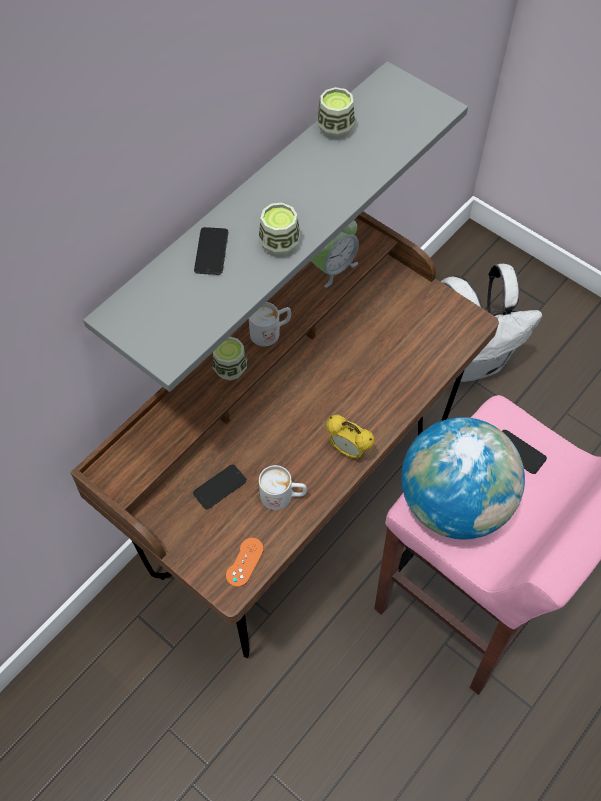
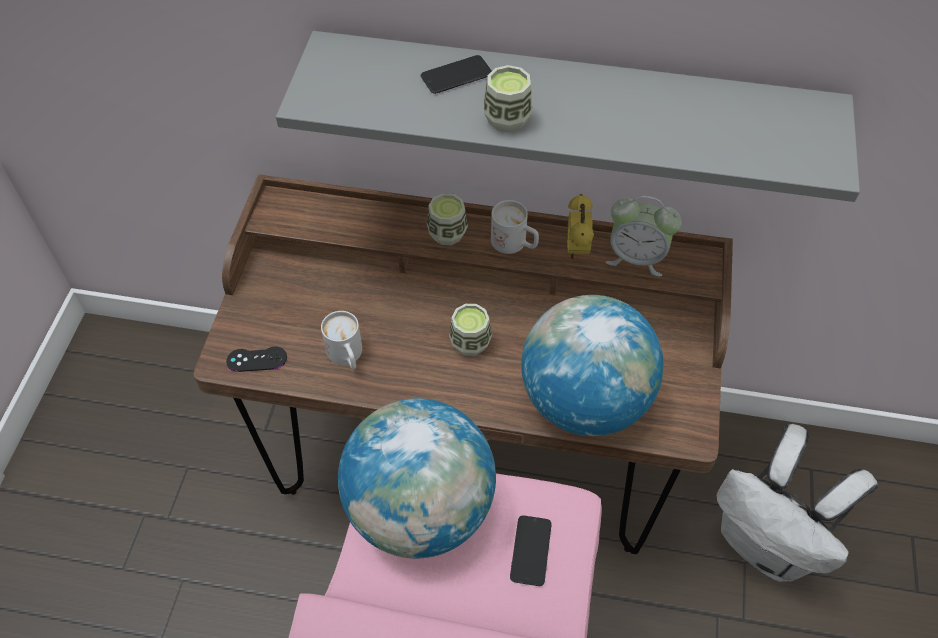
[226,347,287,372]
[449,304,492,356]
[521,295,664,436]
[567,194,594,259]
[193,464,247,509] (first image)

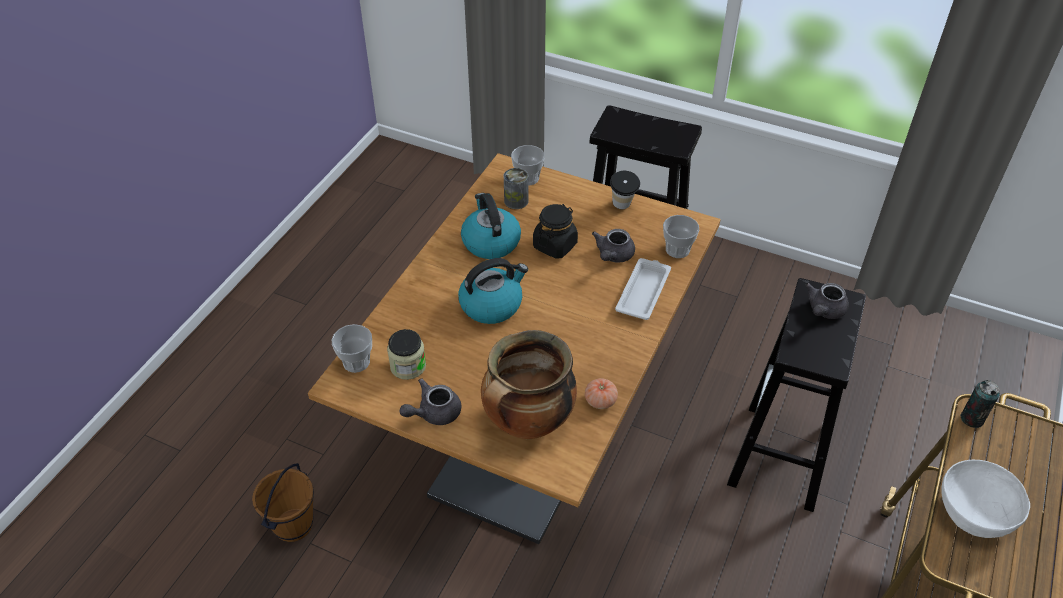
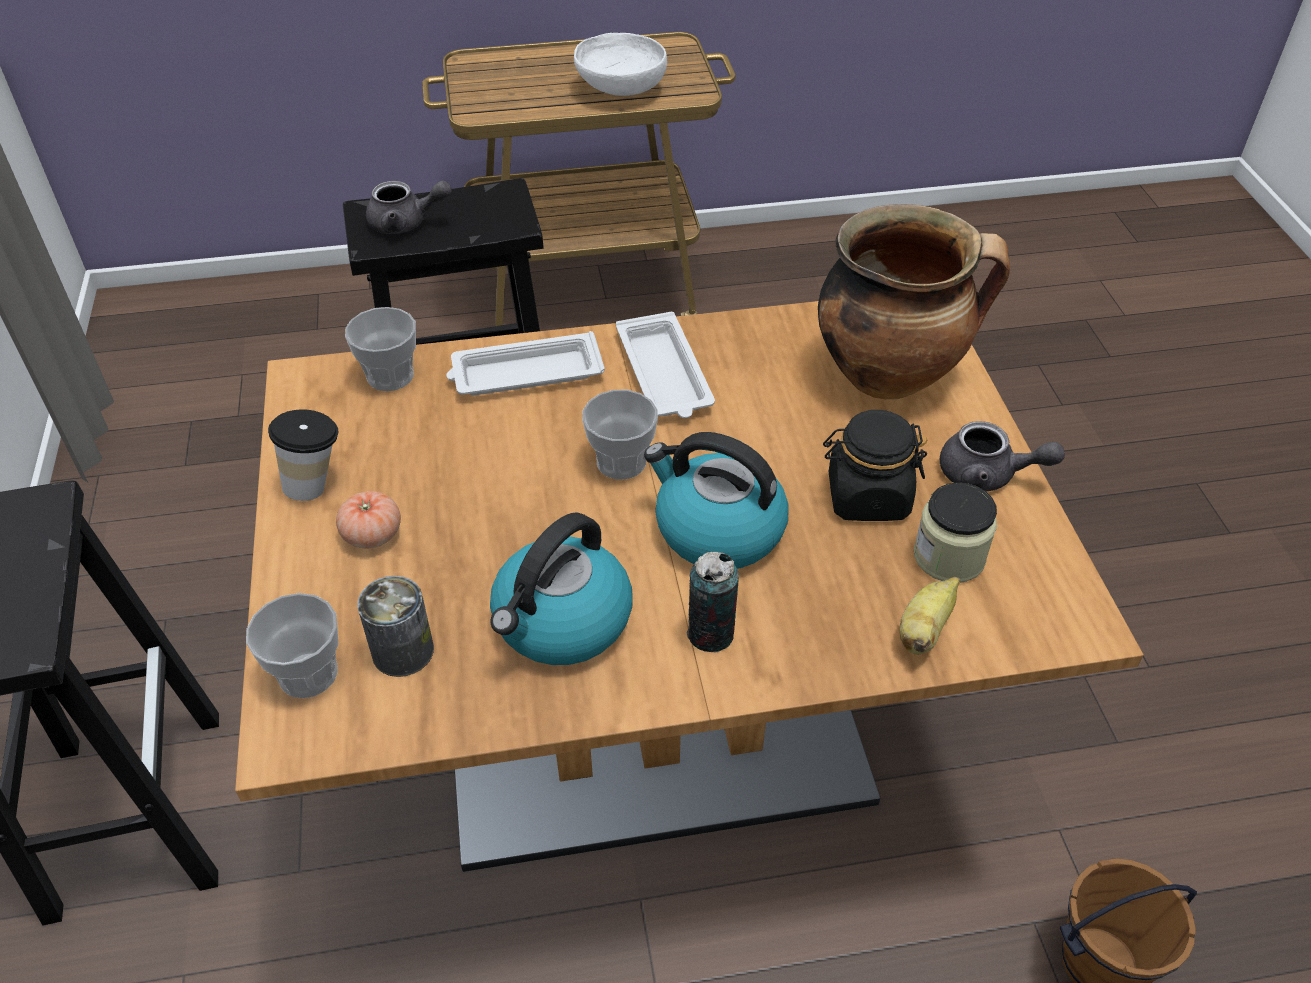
[336,491,401,548]
[582,390,658,480]
[616,312,715,418]
[687,552,739,652]
[823,410,927,521]
[899,577,960,655]
[592,229,635,263] (first image)

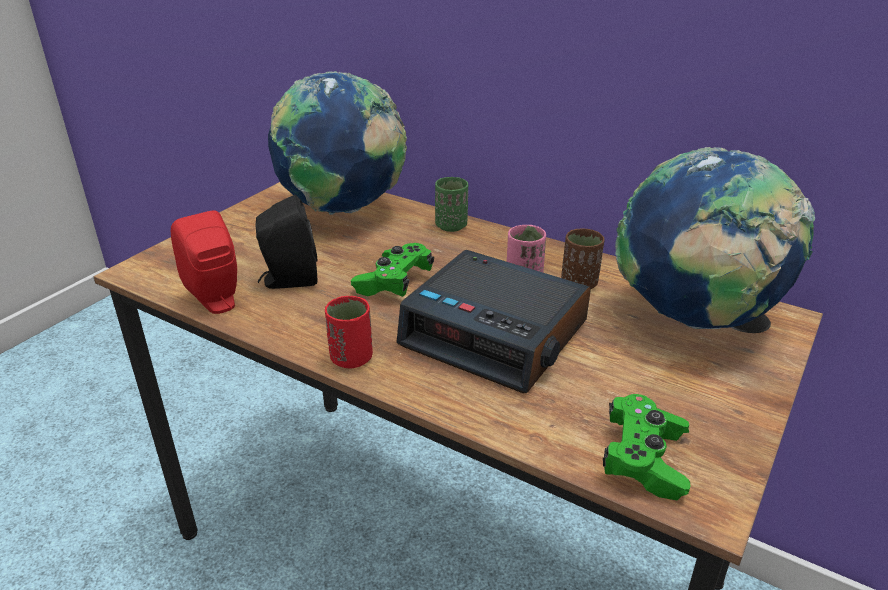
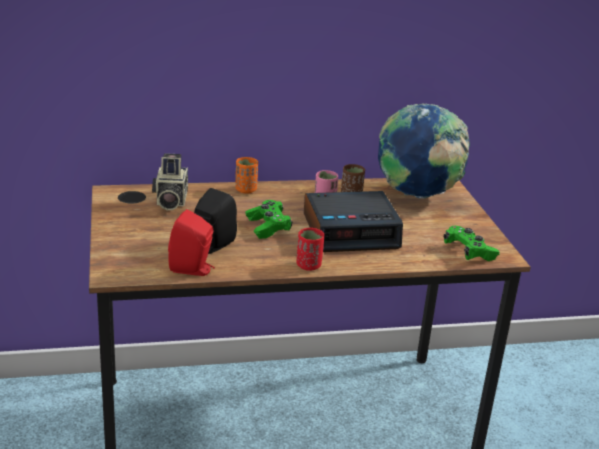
[152,153,188,210]
[235,157,258,194]

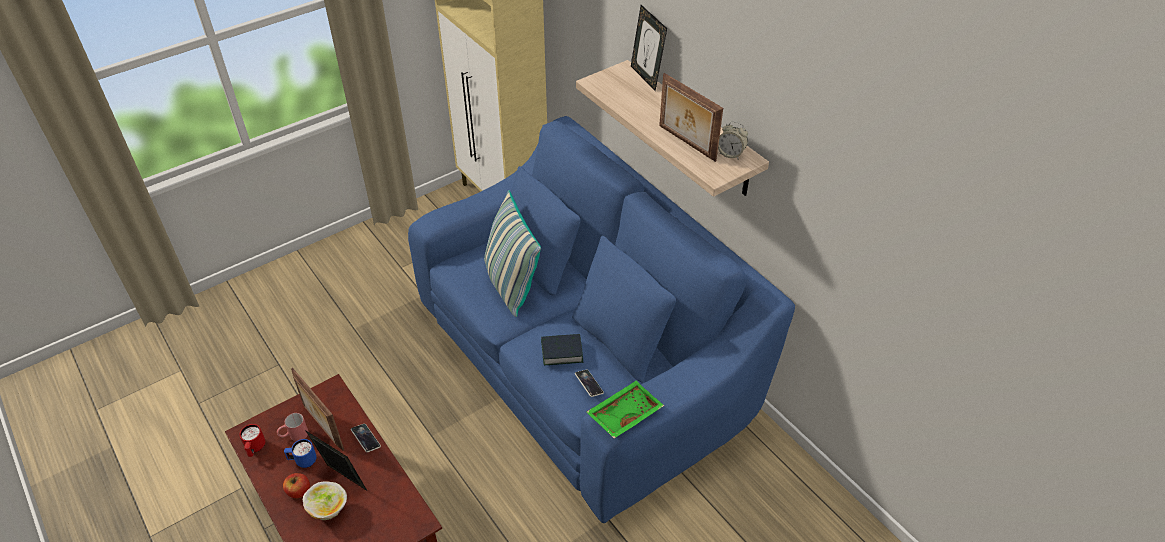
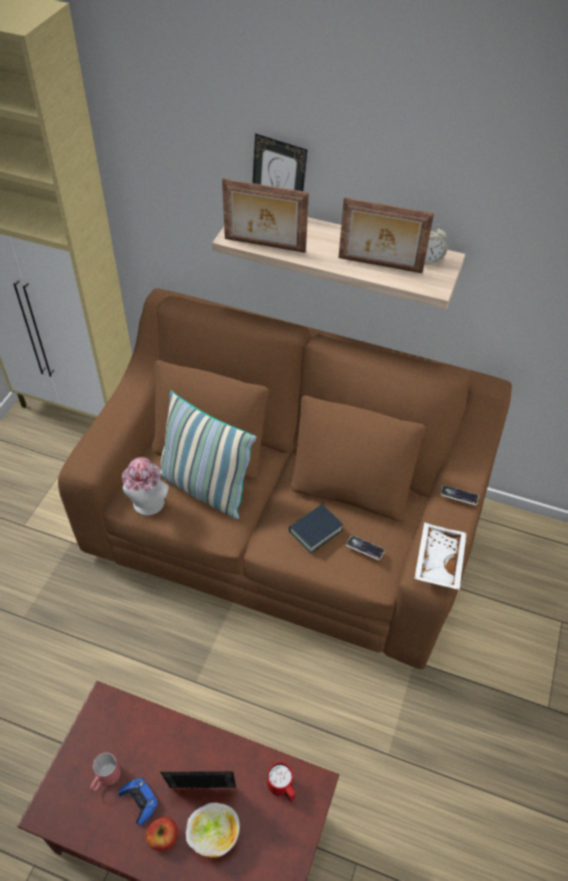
[58,289,512,669]
[118,778,159,825]
[122,457,169,515]
[222,179,309,253]
[267,762,295,802]
[414,522,466,590]
[441,485,479,505]

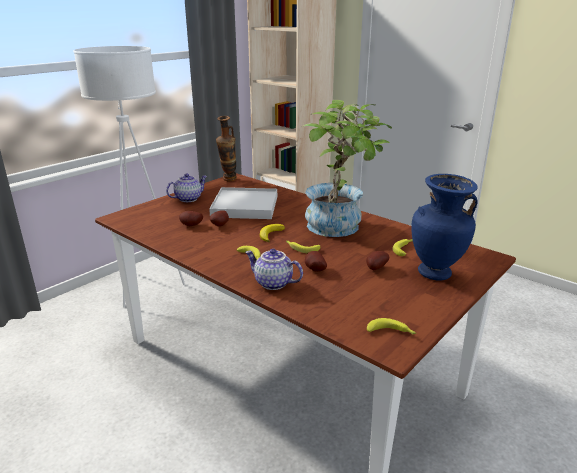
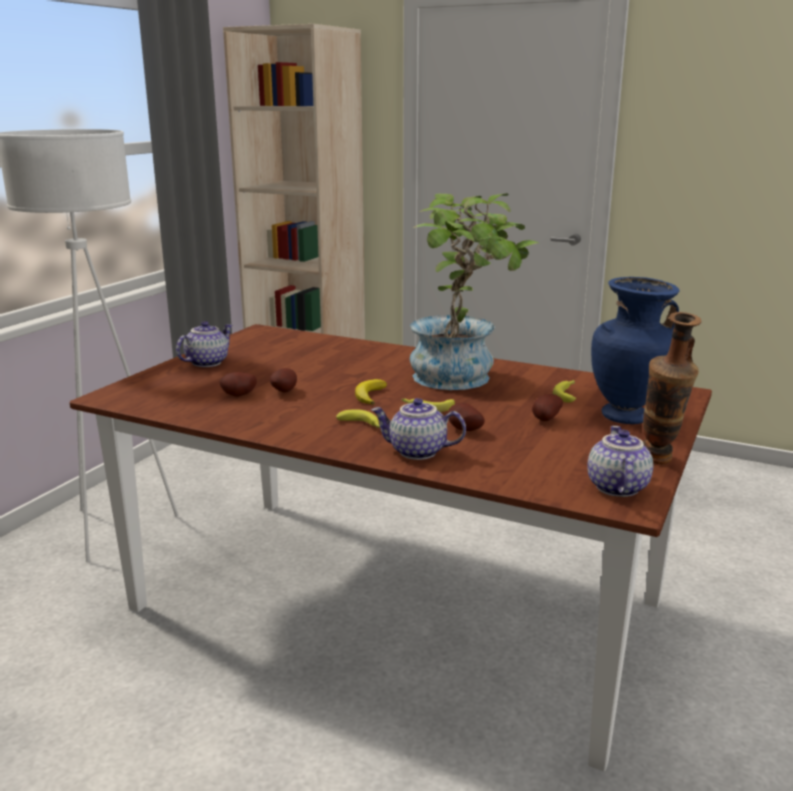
[588,426,653,497]
[643,312,701,464]
[209,187,277,219] (first image)

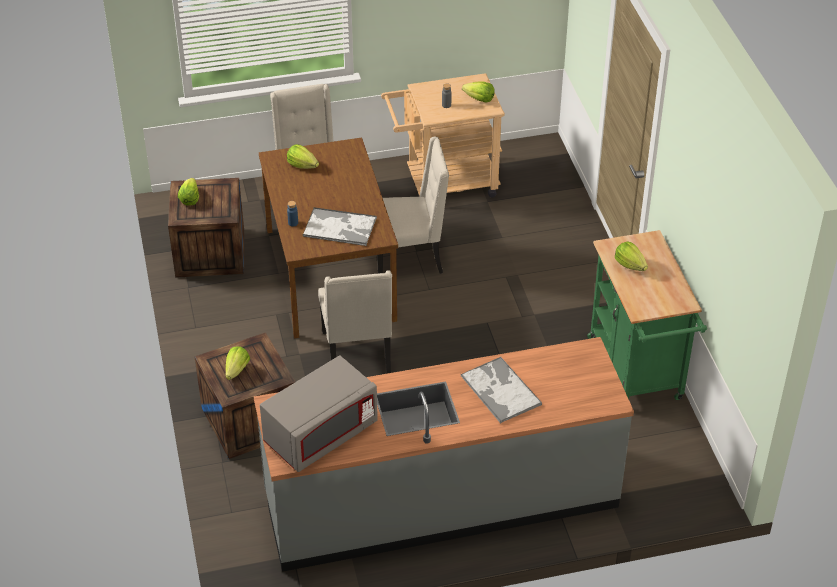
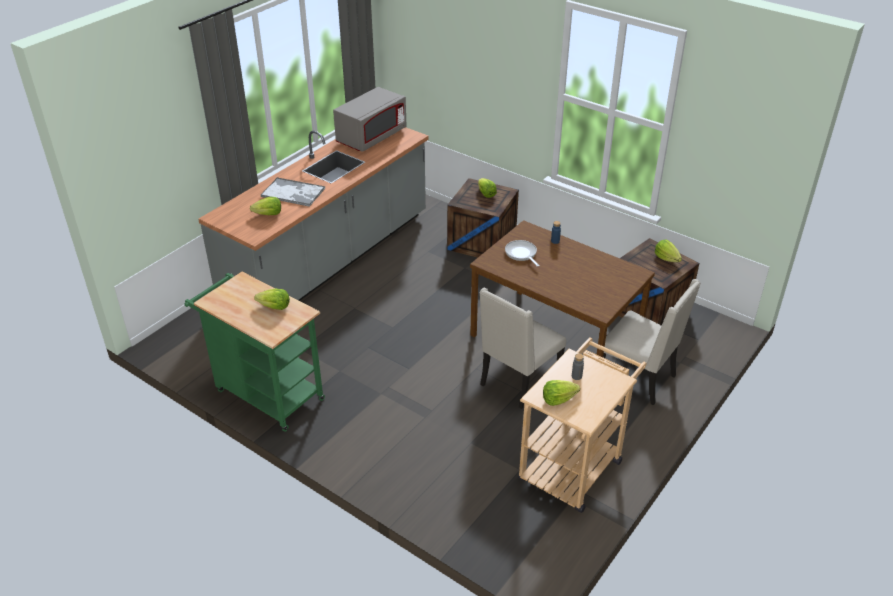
[250,197,281,215]
[333,87,407,152]
[505,240,539,267]
[318,270,392,374] (first image)

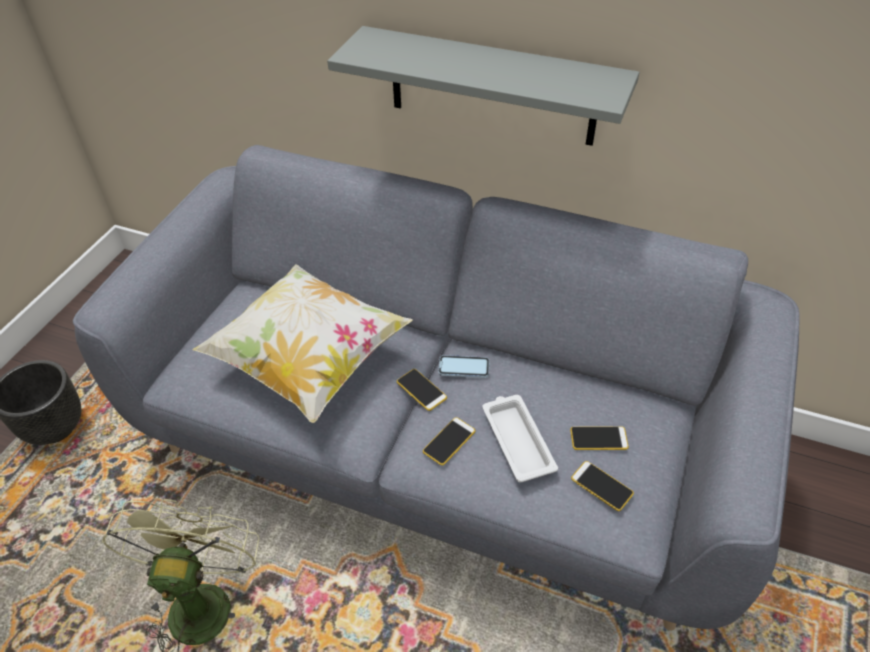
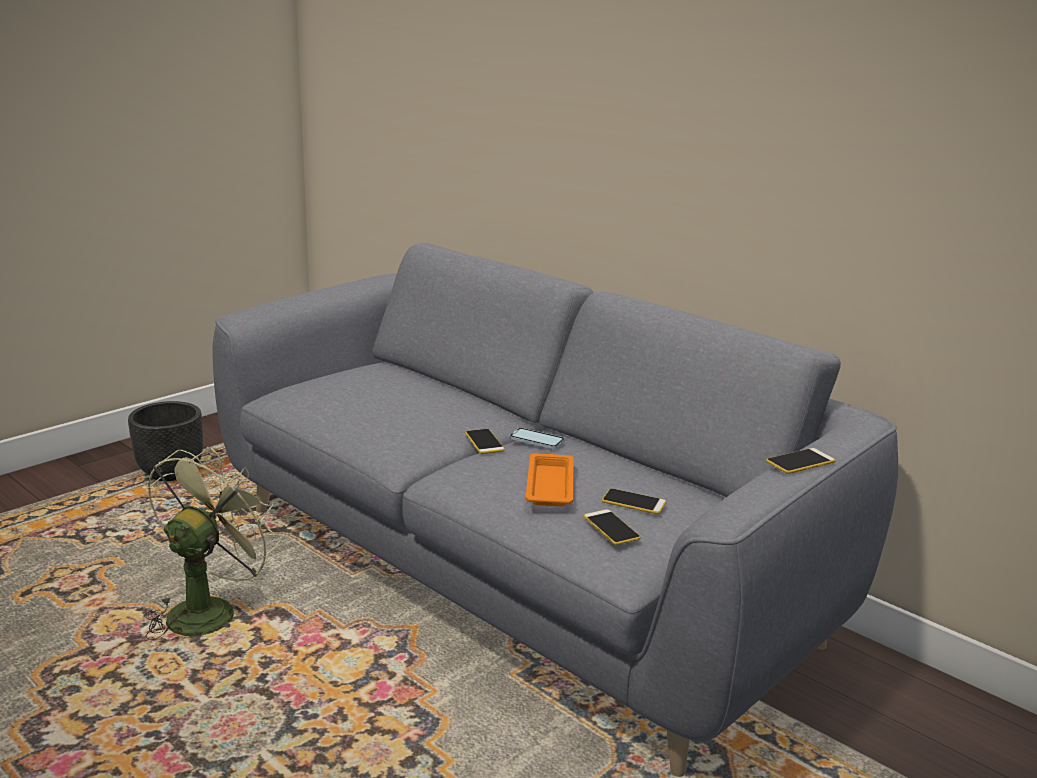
[525,453,574,507]
[766,448,836,474]
[192,264,413,423] (first image)
[327,26,639,146] (first image)

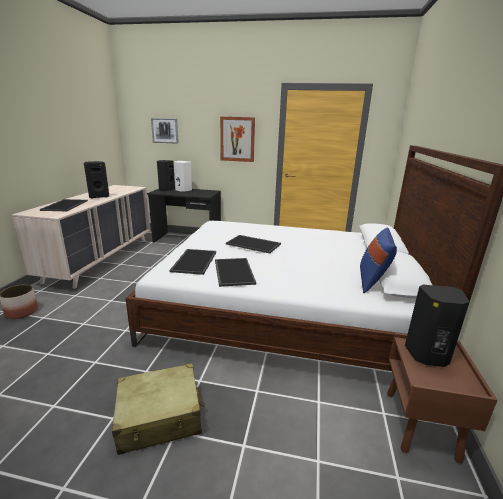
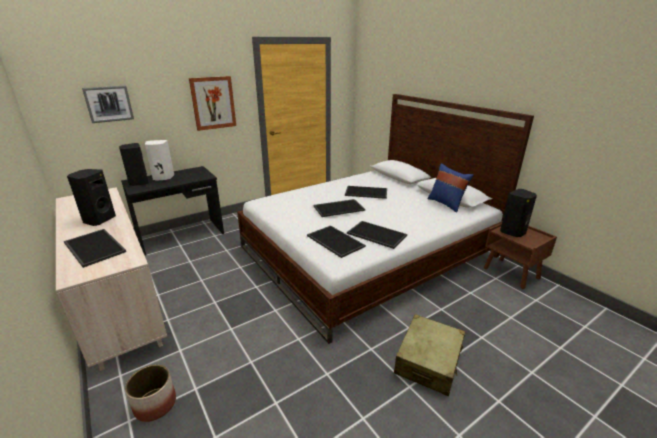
[345,186,387,199]

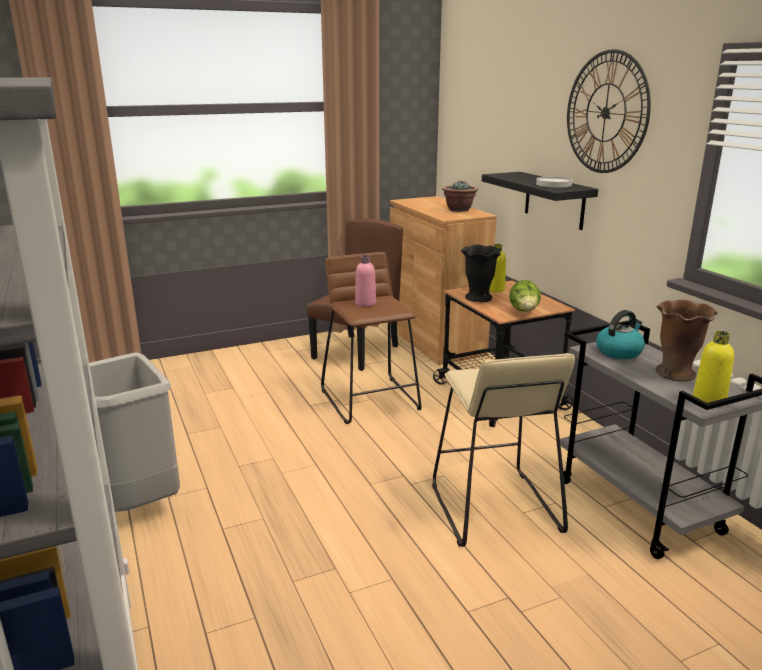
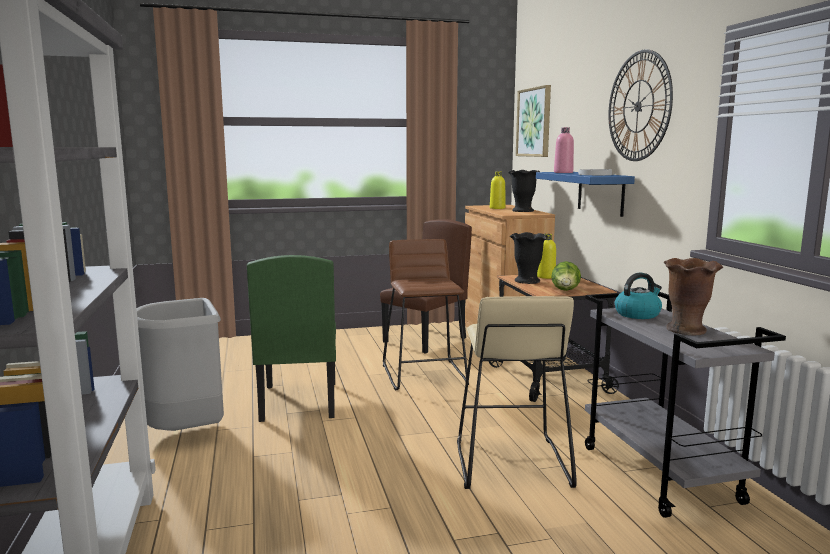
[247,255,336,422]
[490,171,505,209]
[508,170,540,212]
[516,85,551,157]
[536,172,635,217]
[554,127,574,173]

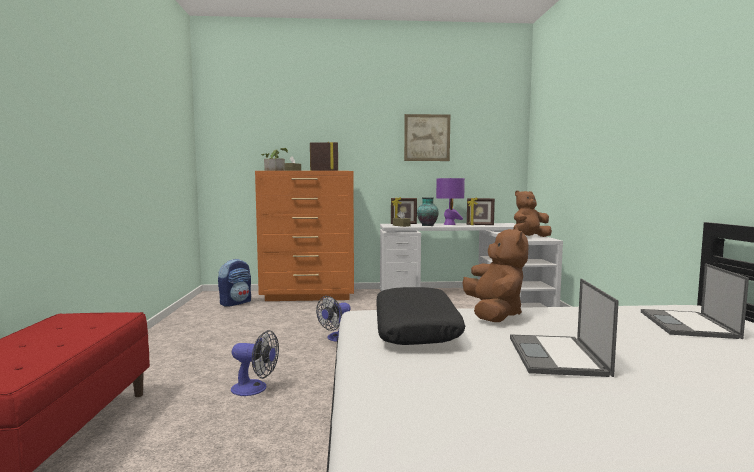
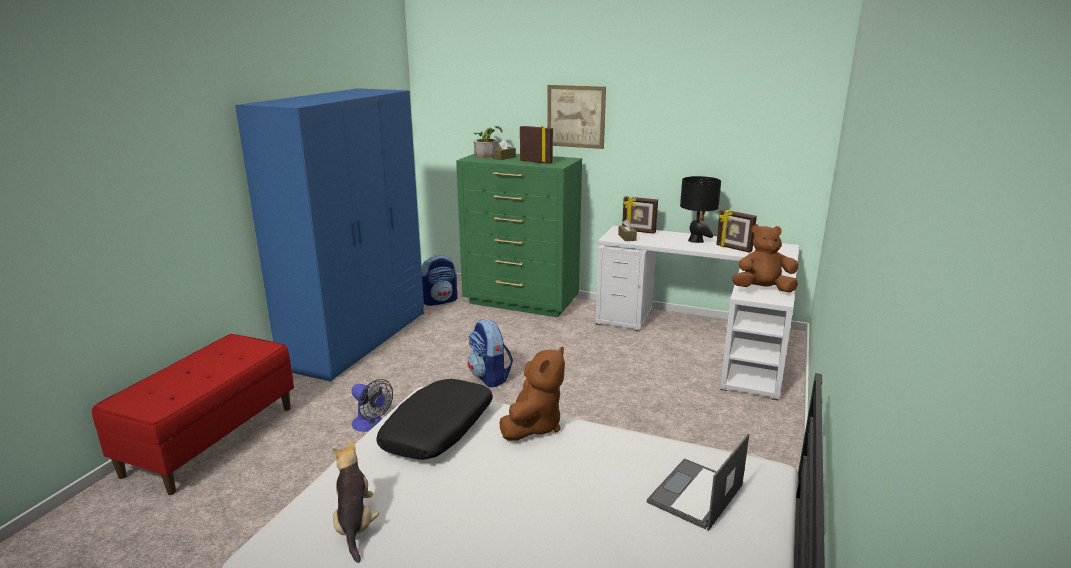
[235,88,424,382]
[333,440,379,563]
[456,154,582,317]
[468,319,513,387]
[547,85,606,149]
[680,176,721,243]
[417,197,439,226] (first image)
[510,278,619,377] (first image)

